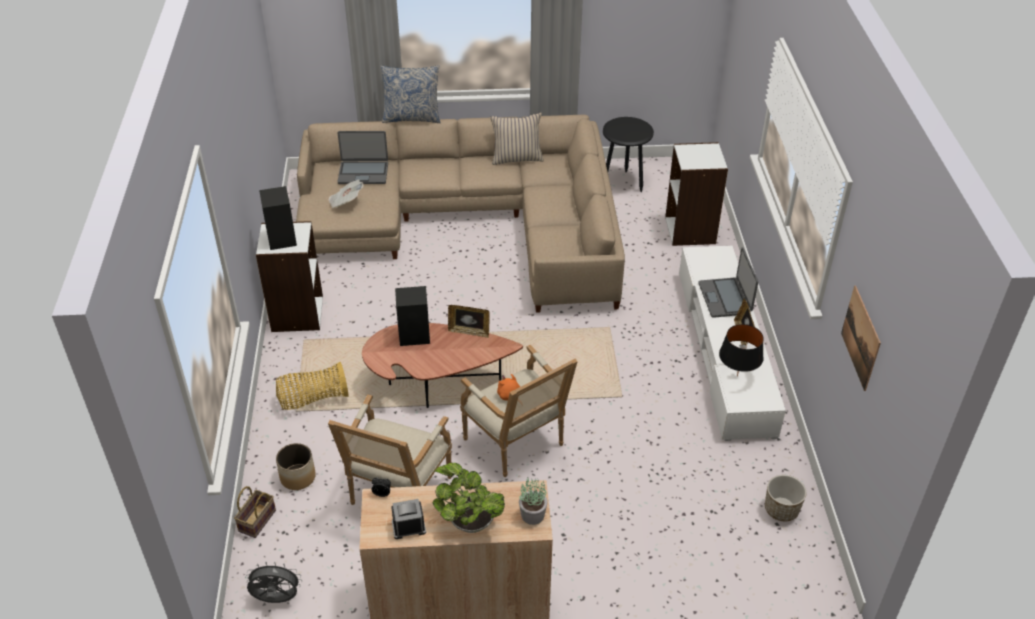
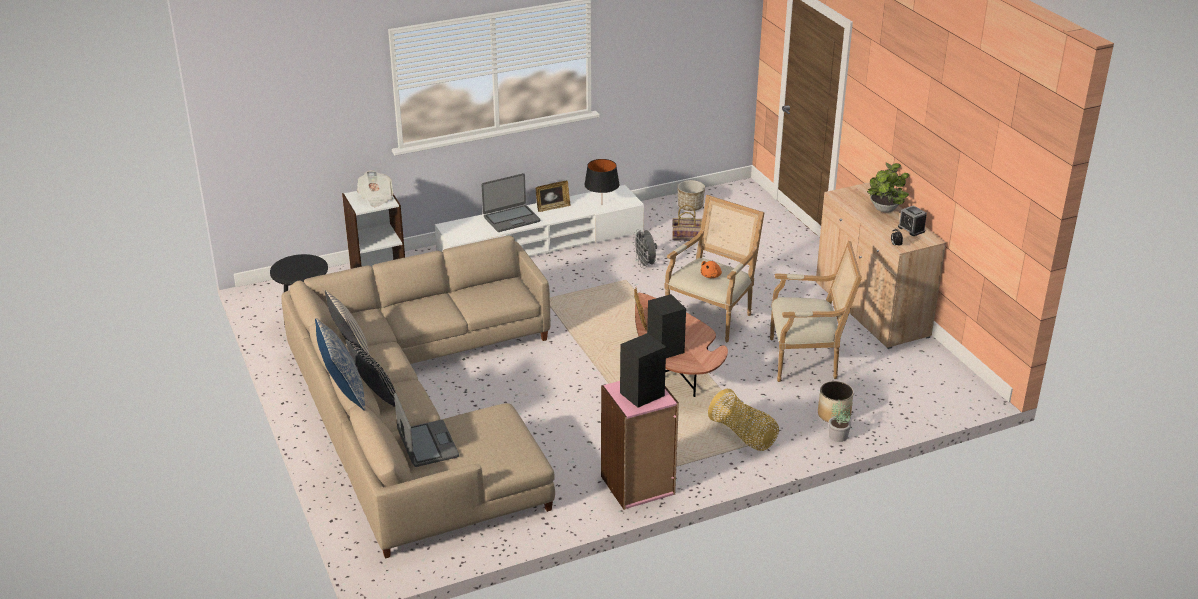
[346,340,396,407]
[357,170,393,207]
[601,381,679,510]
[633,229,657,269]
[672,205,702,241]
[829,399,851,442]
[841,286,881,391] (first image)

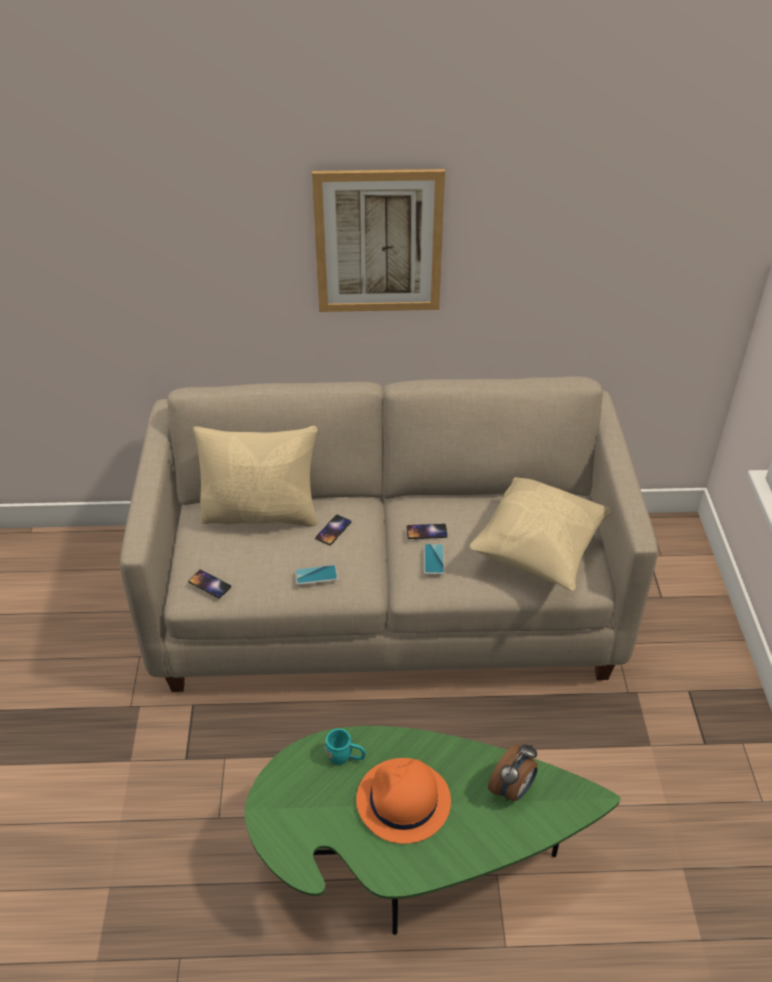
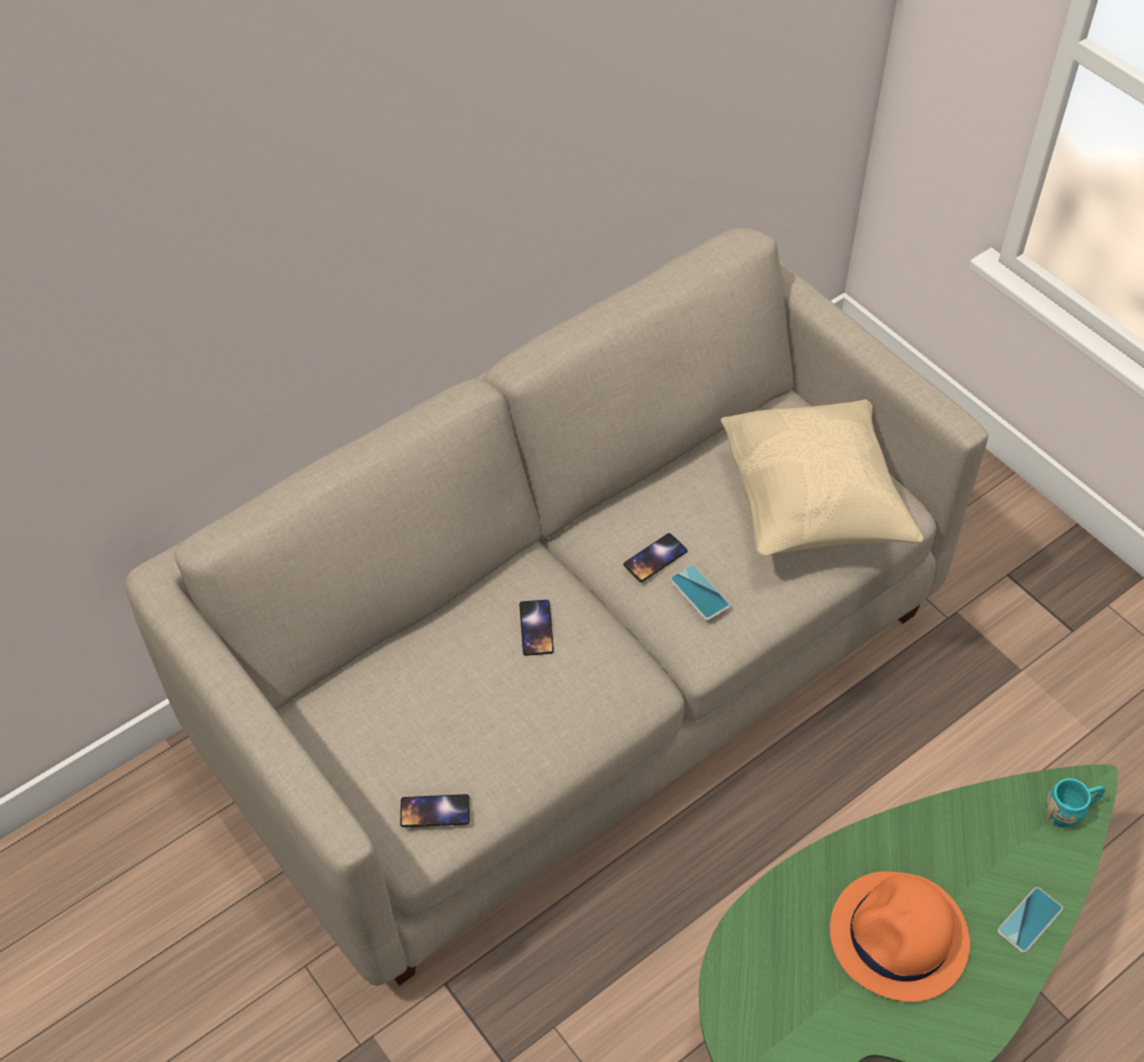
[998,887,1063,953]
[1045,778,1105,828]
[193,426,317,527] (first image)
[312,169,445,312] (first image)
[488,744,538,801] (first image)

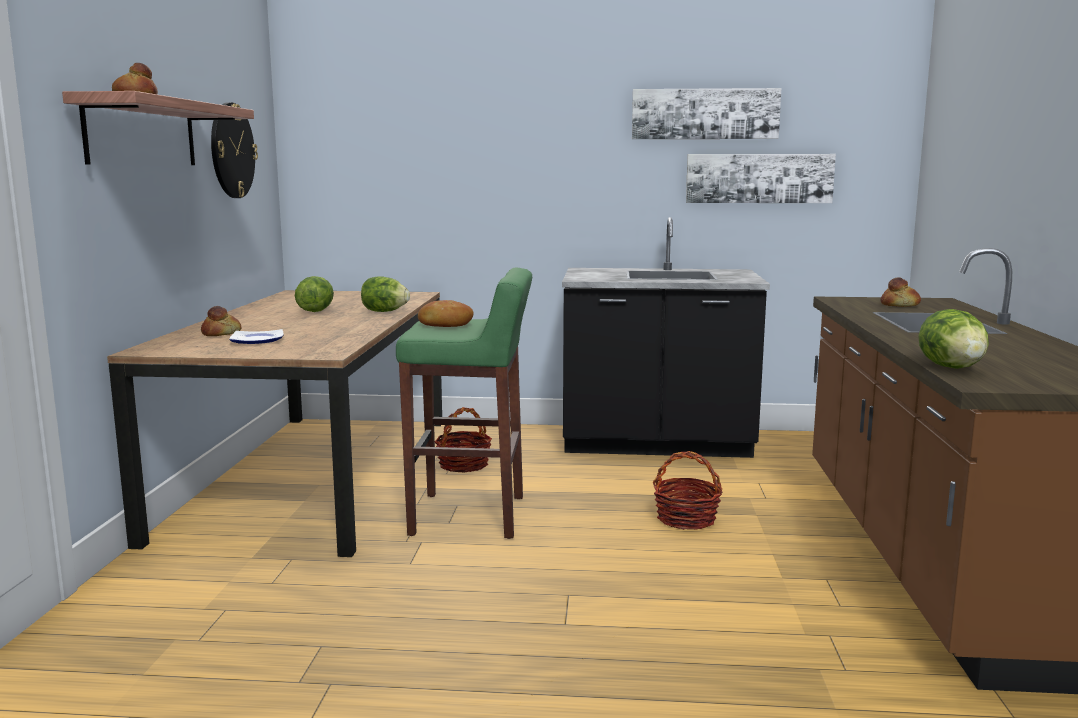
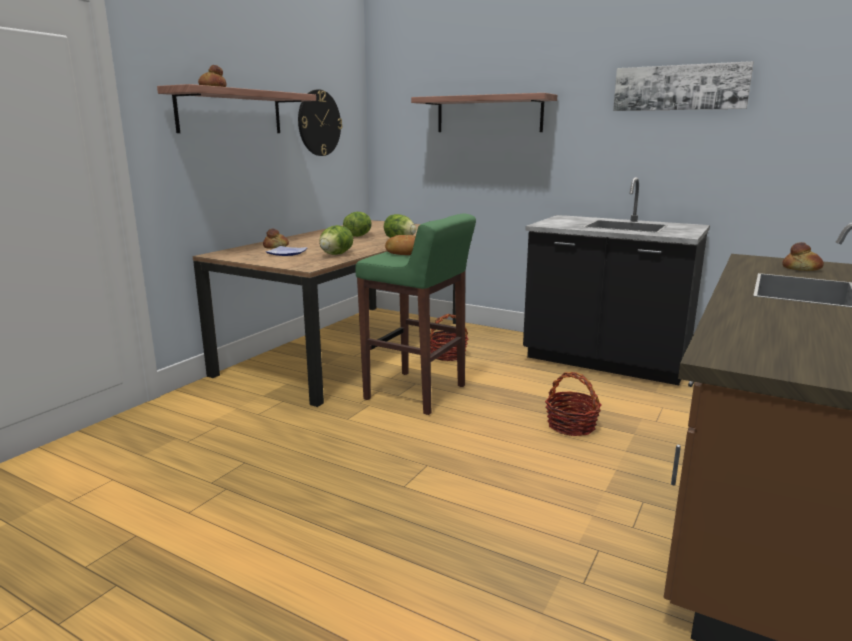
[319,225,353,255]
[411,93,557,132]
[686,154,836,203] (first image)

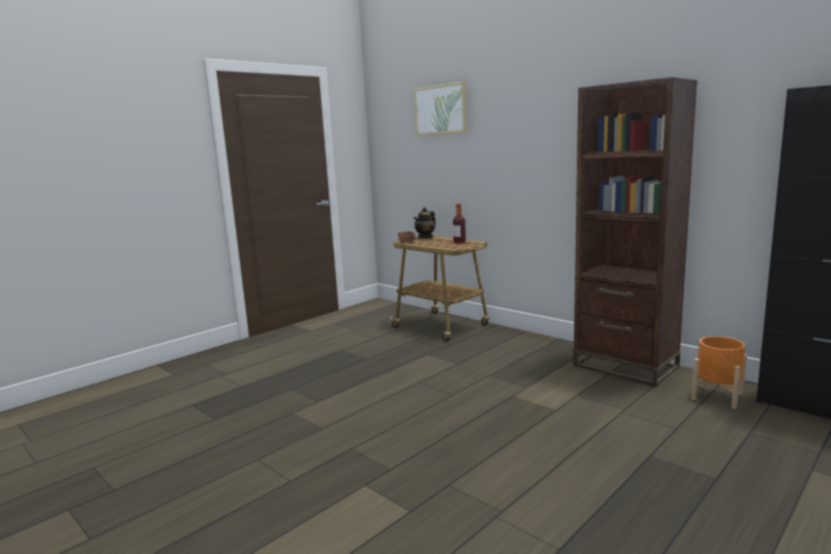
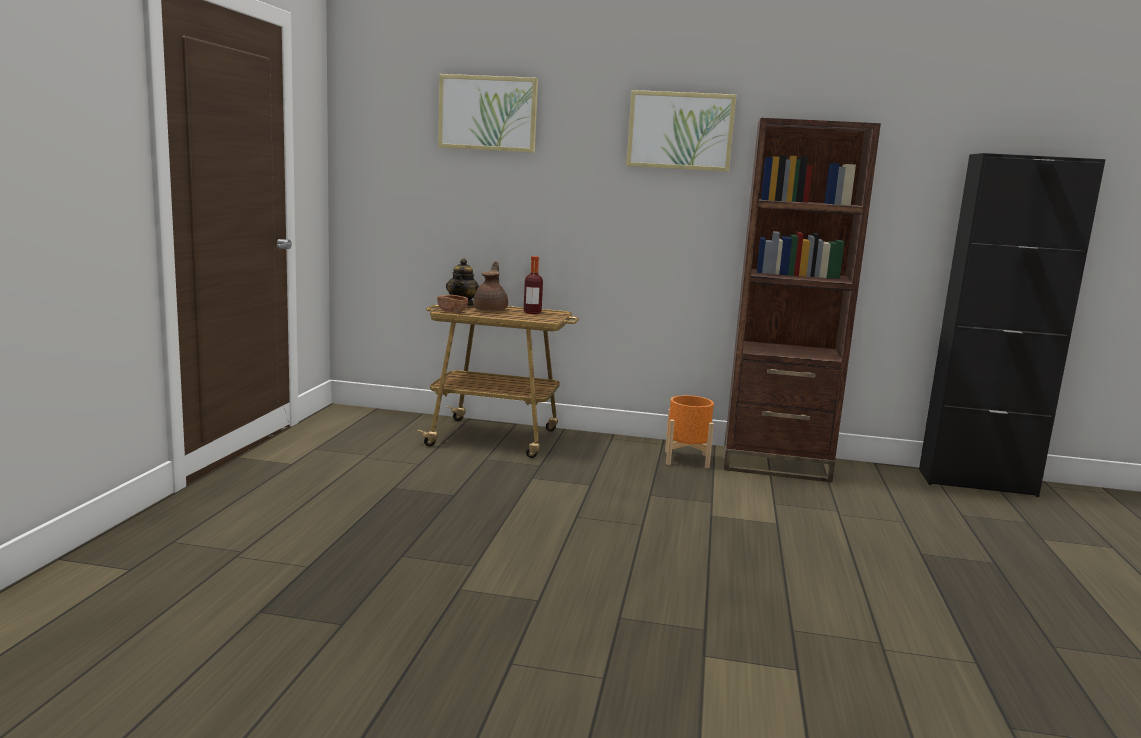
[473,261,508,312]
[626,90,736,172]
[665,395,714,468]

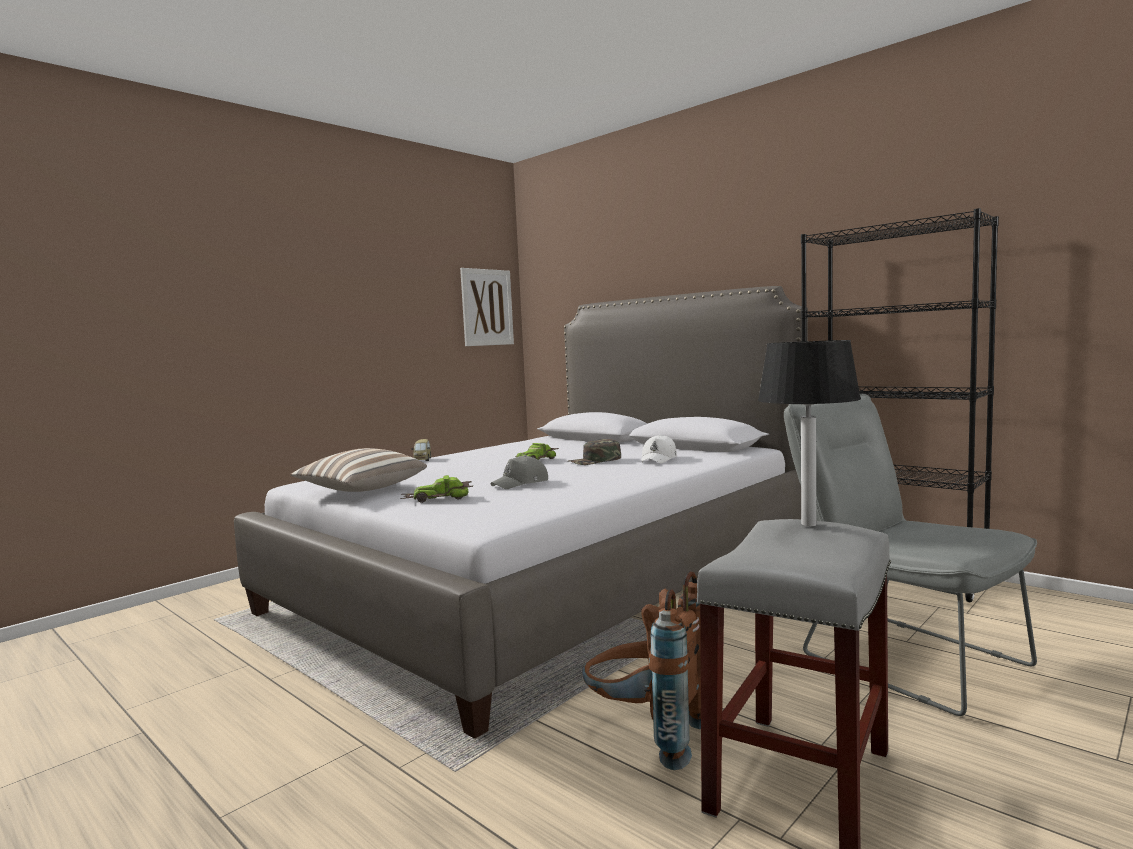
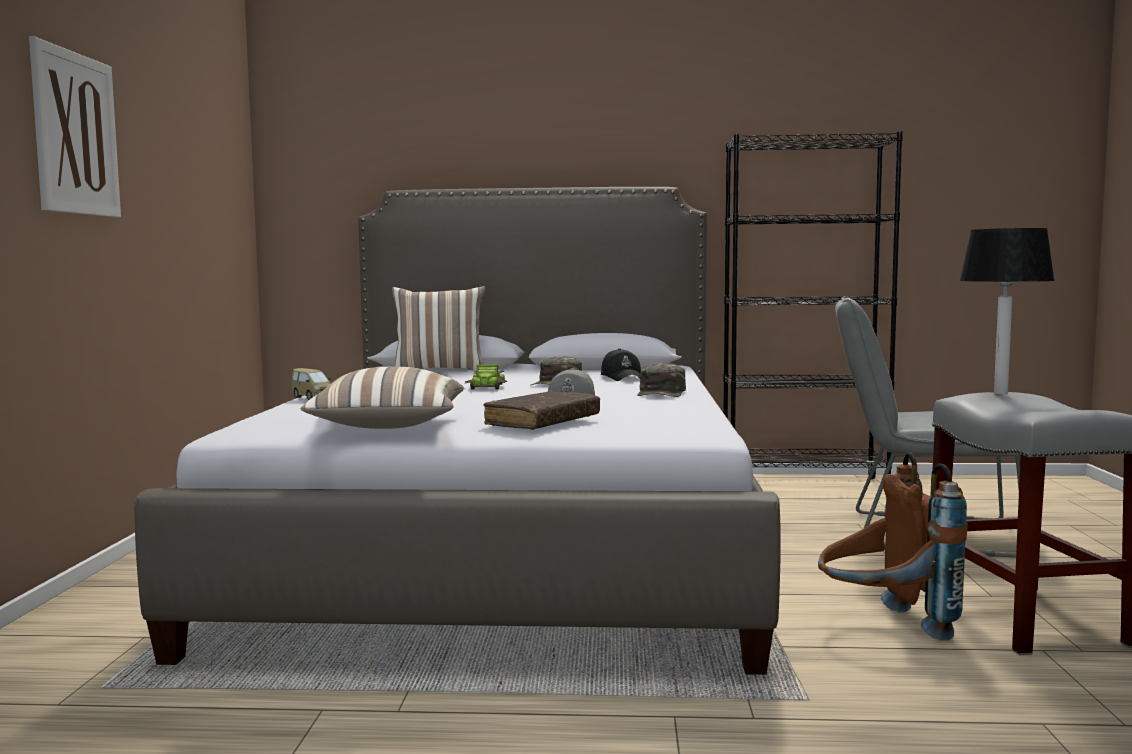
[29,36,121,218]
[392,286,485,371]
[483,391,600,430]
[601,348,641,381]
[637,363,686,397]

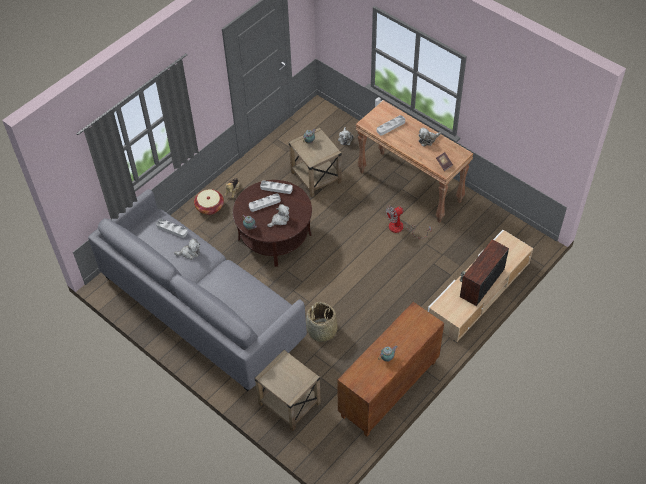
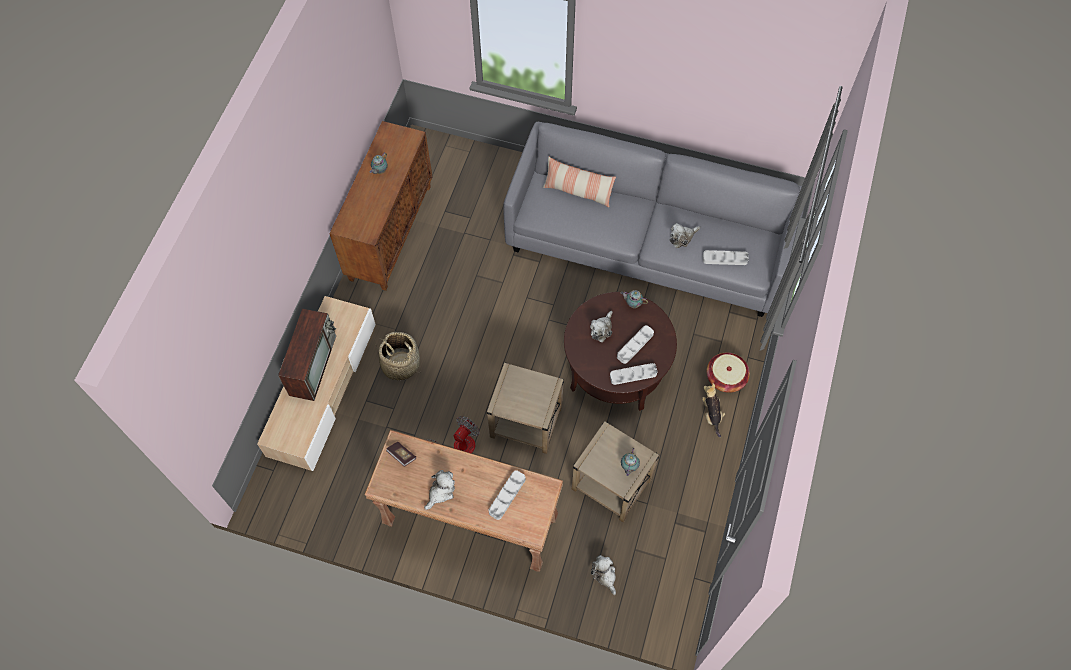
[375,332,420,380]
[487,362,564,454]
[543,157,616,207]

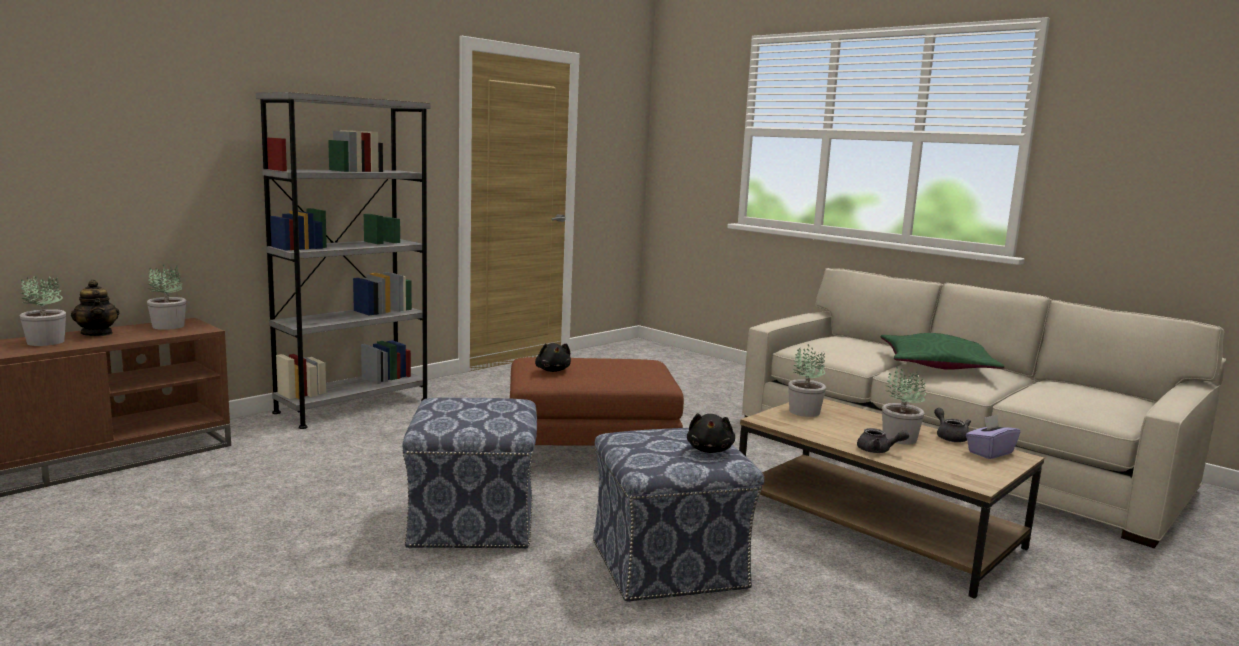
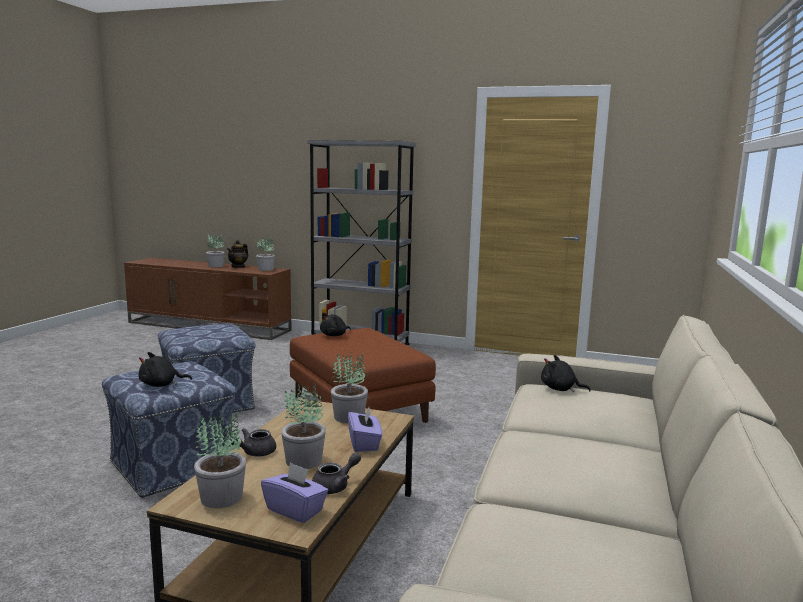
[194,411,246,508]
[230,428,276,457]
[348,407,382,452]
[541,355,591,392]
[881,333,1004,370] (first image)

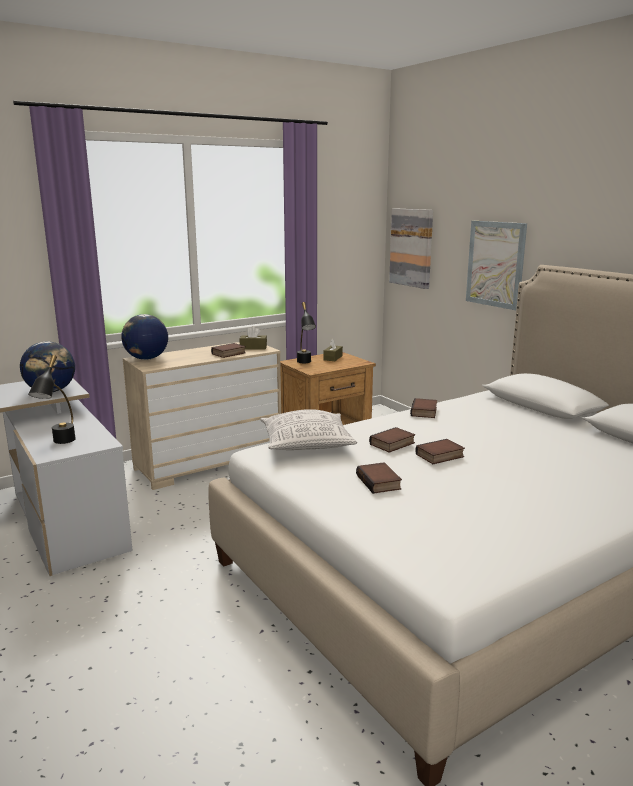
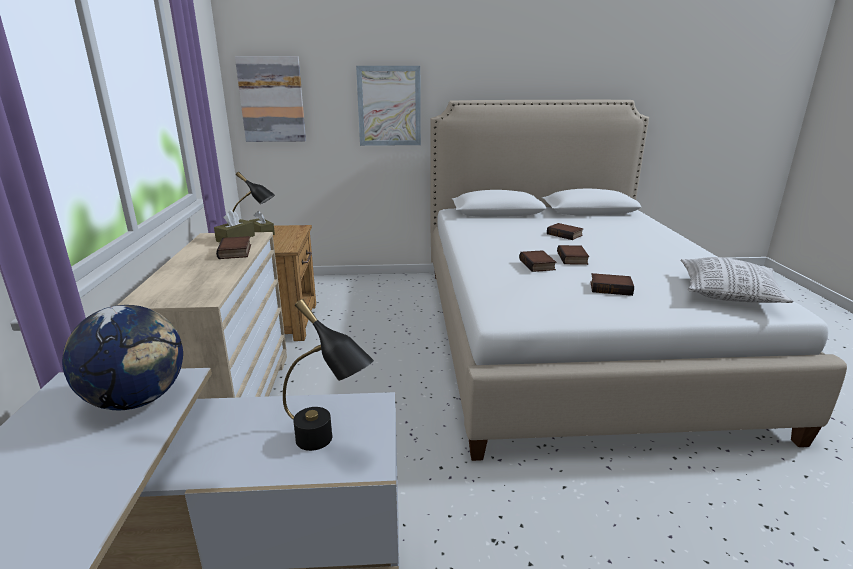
[547,223,583,240]
[680,257,793,303]
[121,314,168,360] (first image)

